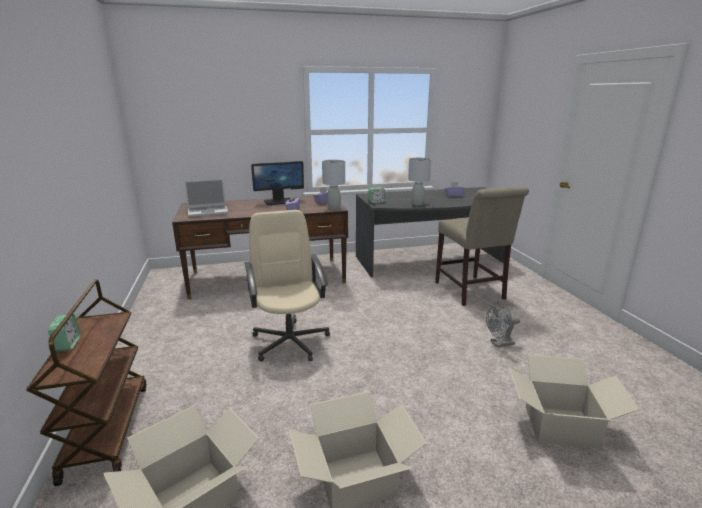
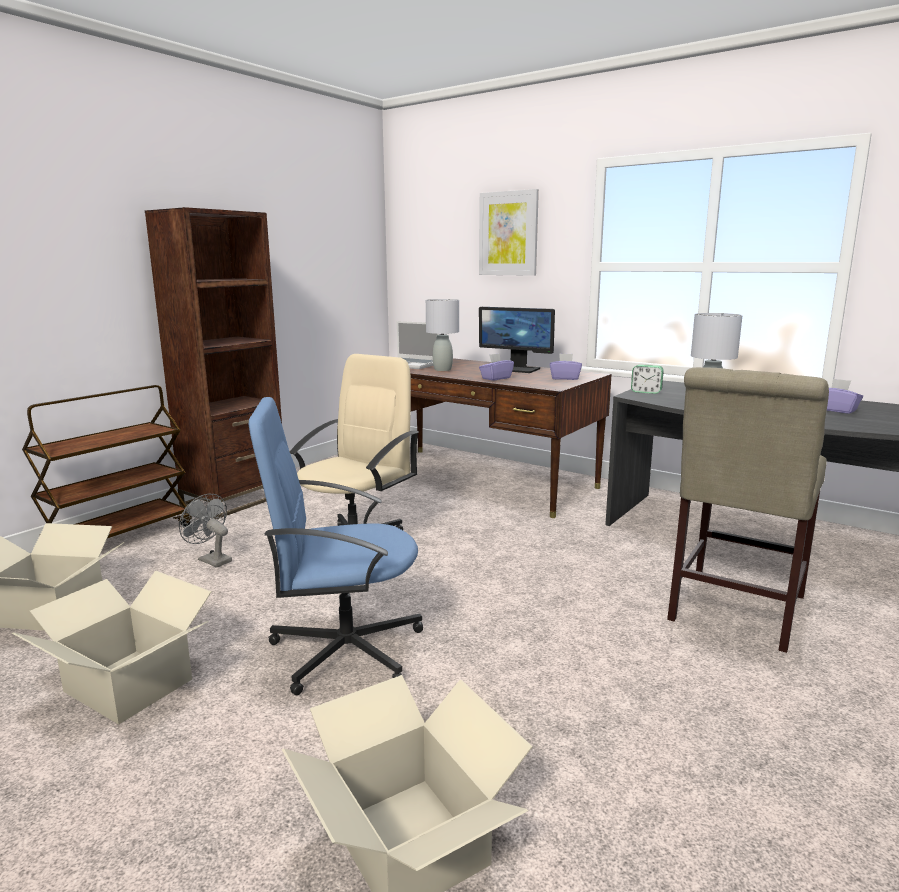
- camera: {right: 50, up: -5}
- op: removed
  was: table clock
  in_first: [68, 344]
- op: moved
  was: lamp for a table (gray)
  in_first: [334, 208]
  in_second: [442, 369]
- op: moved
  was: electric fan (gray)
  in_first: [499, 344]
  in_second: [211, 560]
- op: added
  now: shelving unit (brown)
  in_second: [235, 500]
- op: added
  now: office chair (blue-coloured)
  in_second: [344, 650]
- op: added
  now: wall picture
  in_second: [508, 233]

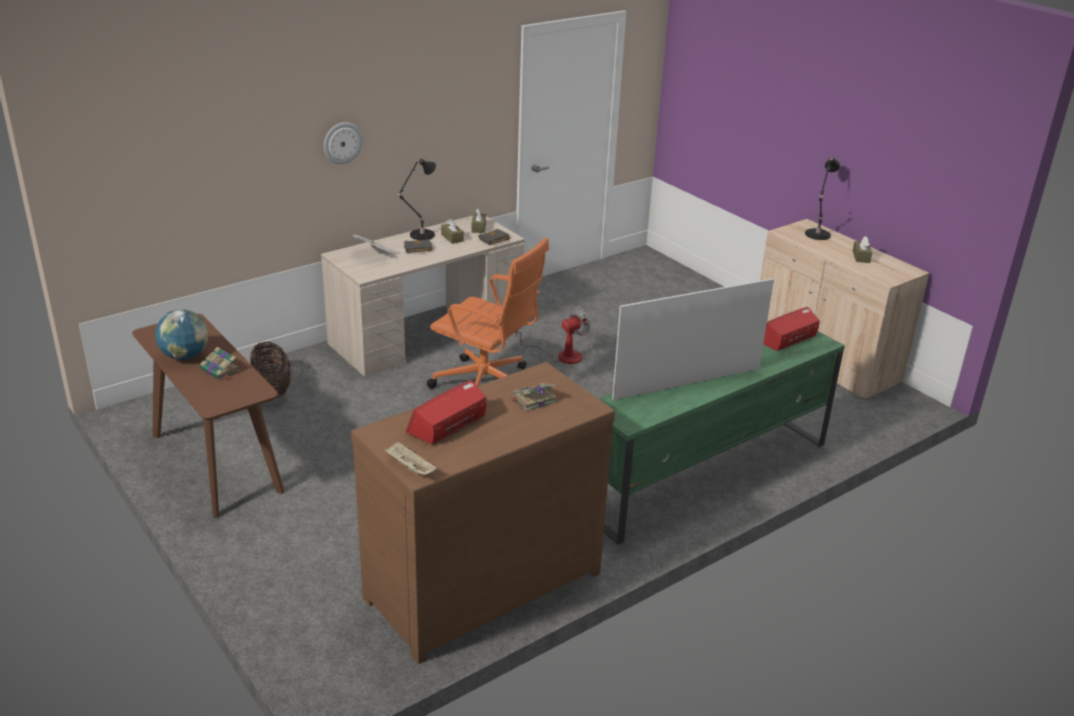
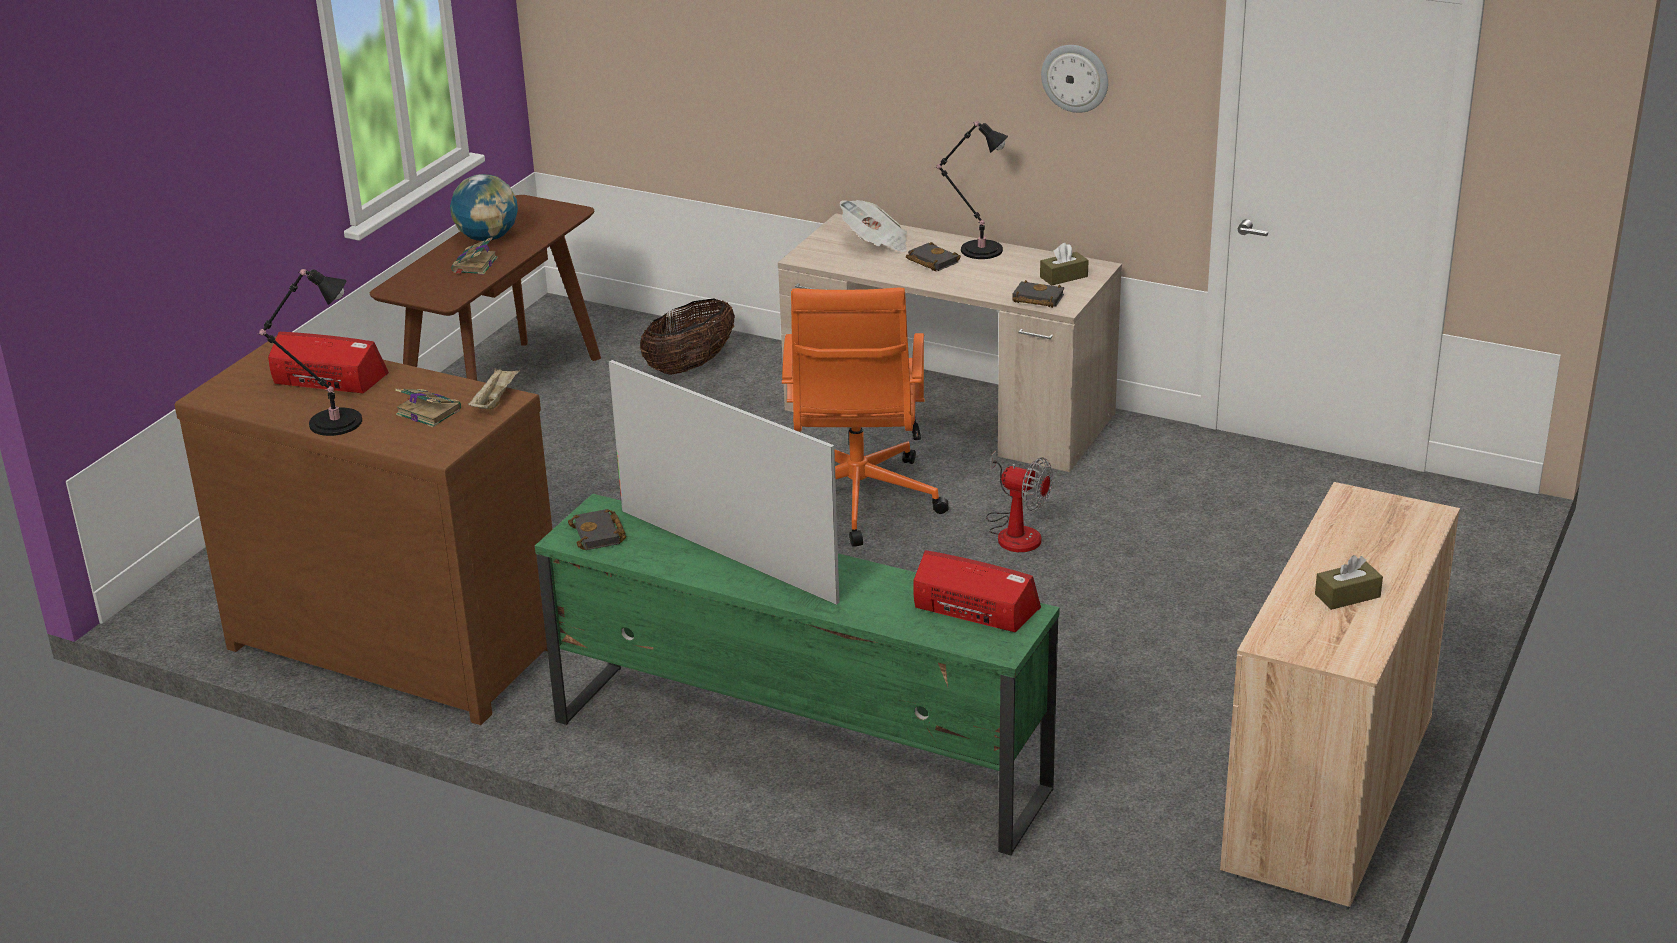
- camera: {right: 65, up: 0}
- op: moved
  was: wall clock
  in_first: [342, 142]
  in_second: [1075, 78]
- op: moved
  was: tray (beige)
  in_first: [409, 467]
  in_second: [495, 400]
- op: removed
  was: tissue box (brown)
  in_first: [452, 238]
- op: moved
  was: lamp for a table (black)
  in_first: [817, 235]
  in_second: [331, 422]
- op: added
  now: book (black)
  in_second: [600, 535]

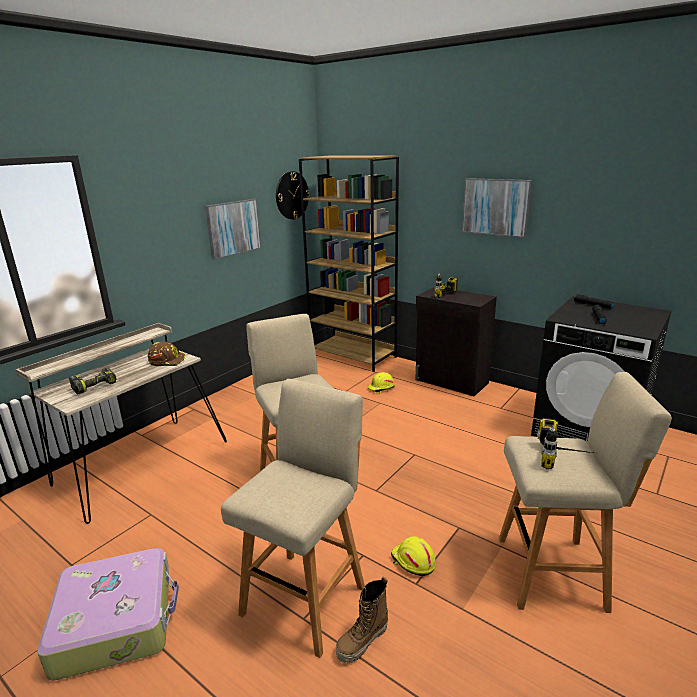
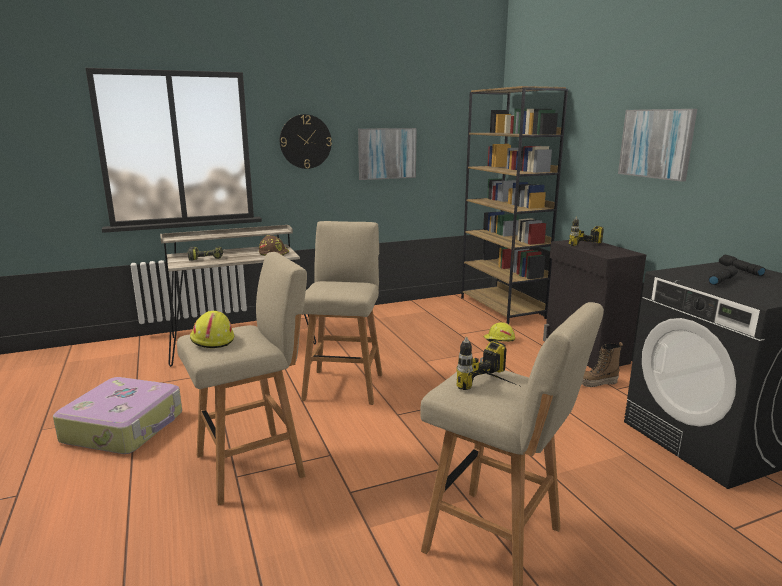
- camera: {right: 30, up: -5}
- op: moved
  was: wall clock
  in_first: [292, 195]
  in_second: [305, 141]
- op: moved
  was: boot
  in_first: [363, 641]
  in_second: [597, 383]
- op: moved
  was: safety helmet (yellow-coloured)
  in_first: [412, 562]
  in_second: [212, 340]

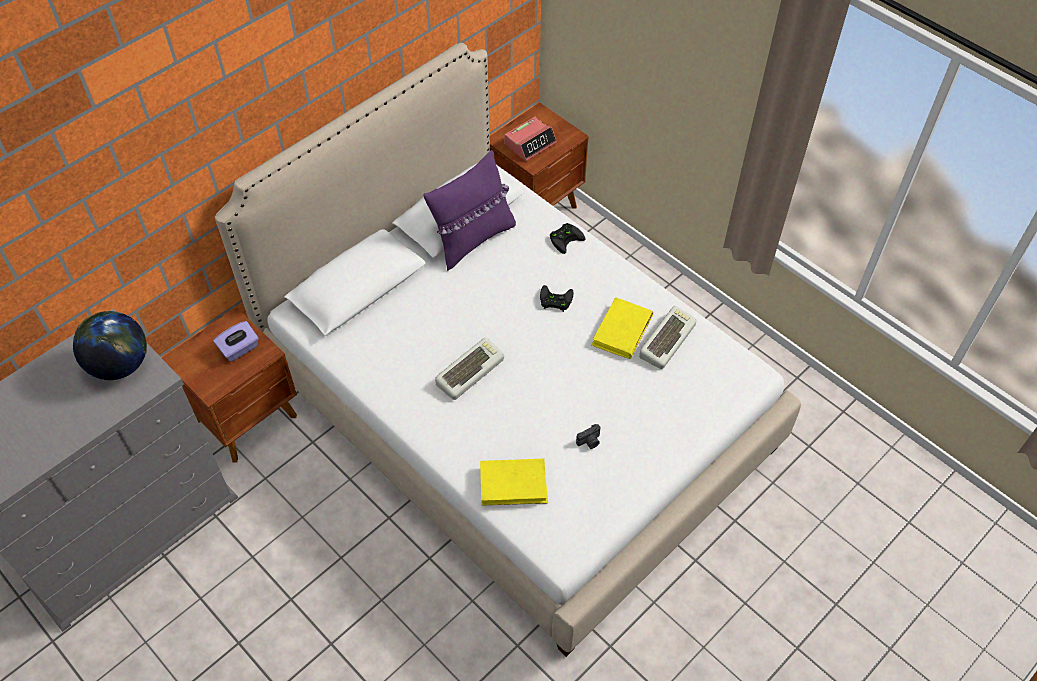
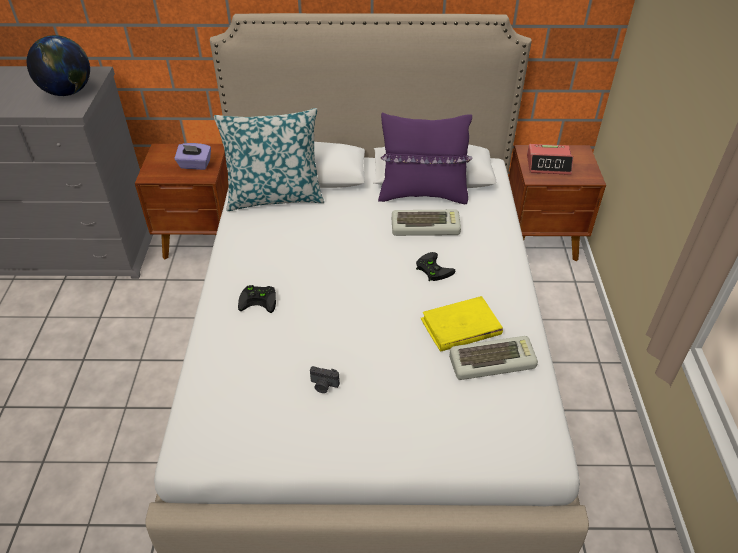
- camera: {right: 45, up: -10}
- op: moved
  was: PC keyboard
  in_first: [469, 370]
  in_second: [426, 226]
- op: removed
  was: book (yellow-coloured)
  in_first: [513, 483]
- op: moved
  was: gamepad (black)
  in_first: [566, 238]
  in_second: [260, 300]
- op: added
  now: cushion
  in_second: [275, 197]

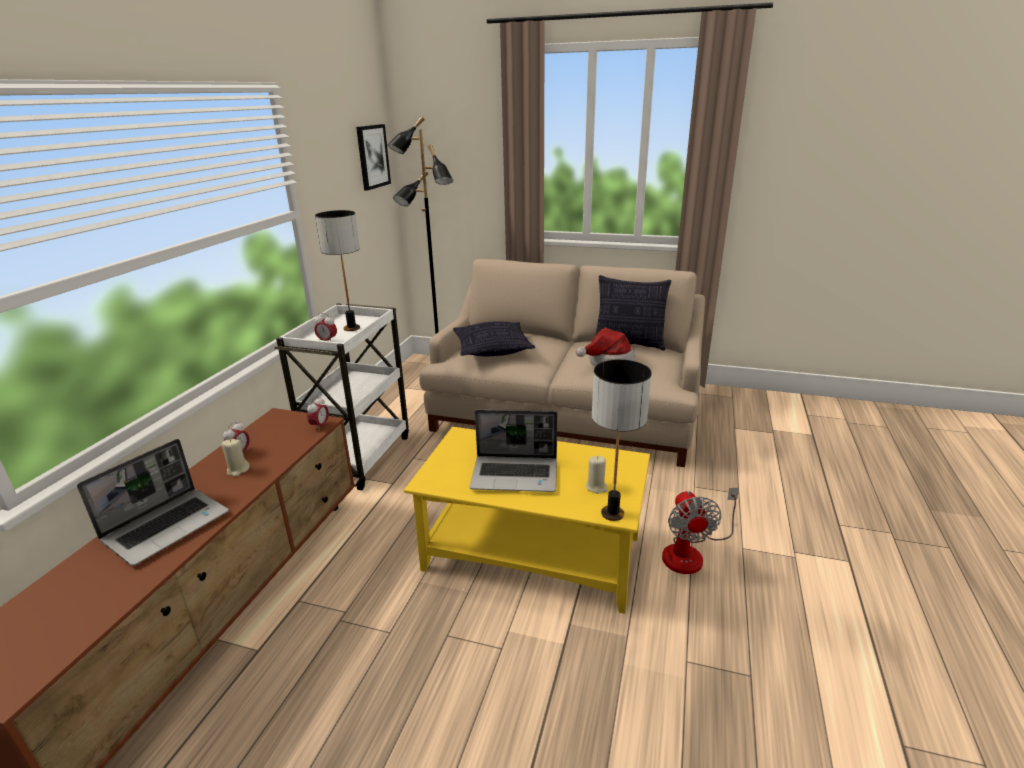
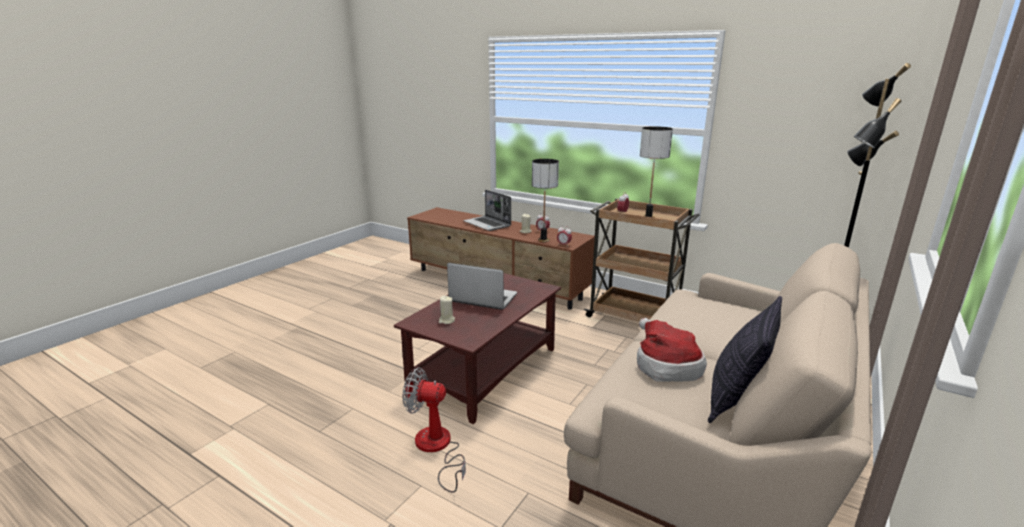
- camera: {right: 105, up: -5}
- op: recoloured
  was: wheeled cart (white)
  now: wheeled cart (brown)
  in_first: [360, 456]
  in_second: [634, 317]
- op: removed
  was: wall picture
  in_first: [372, 156]
- op: recoloured
  was: lounge table (yellow-coloured)
  now: lounge table (brown)
  in_first: [534, 553]
  in_second: [485, 371]
- op: removed
  was: cushion
  in_first: [492, 350]
- op: turned
  was: notebook computer
  in_first: [516, 475]
  in_second: [482, 298]
  clockwise: 90
- op: moved
  was: lamp for a table
  in_first: [612, 514]
  in_second: [543, 240]

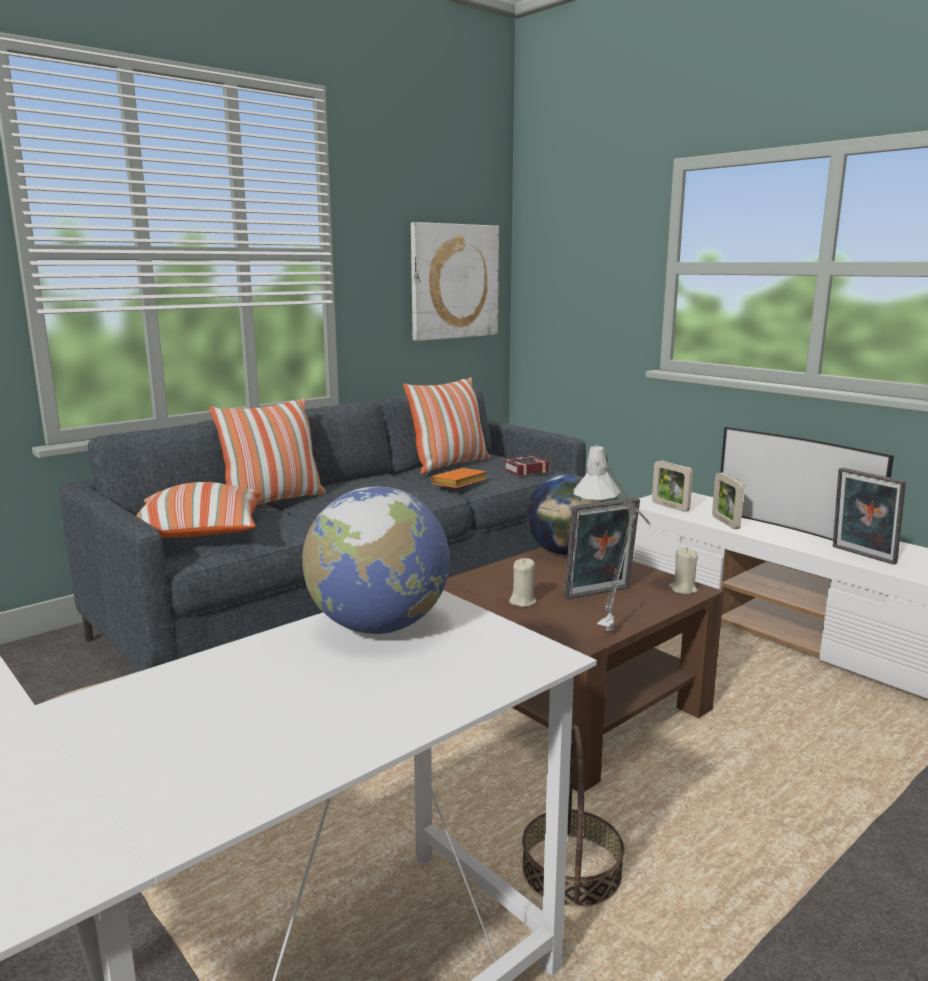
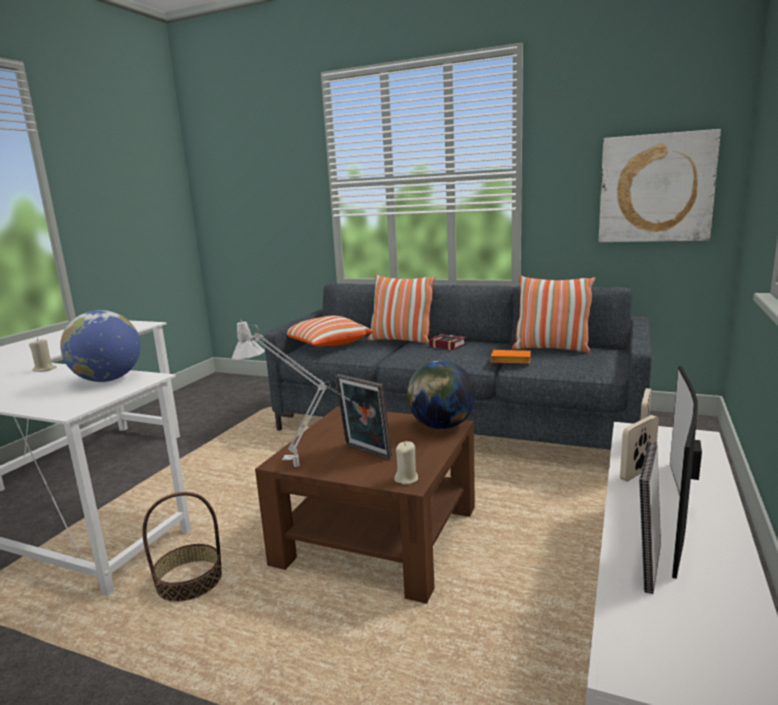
- camera: {right: 65, up: 0}
- op: moved
  was: book
  in_first: [523, 470]
  in_second: [446, 345]
- op: moved
  was: candle (beige)
  in_first: [522, 602]
  in_second: [44, 369]

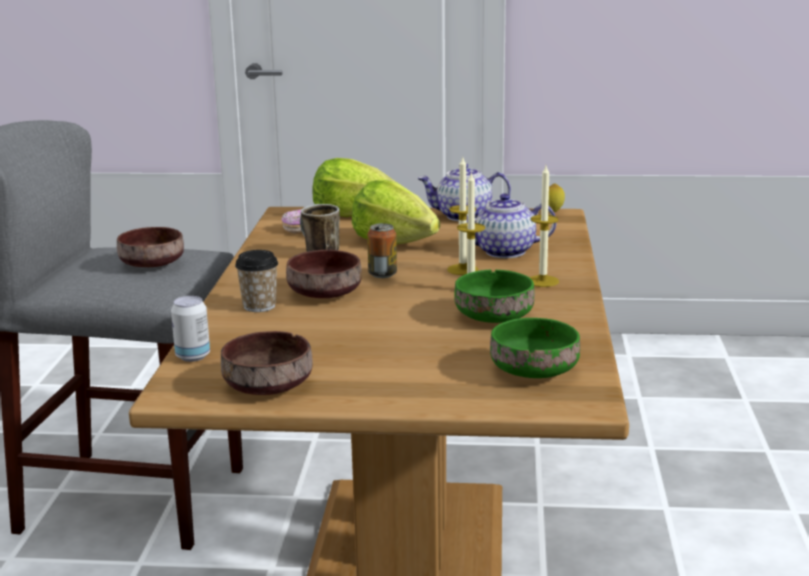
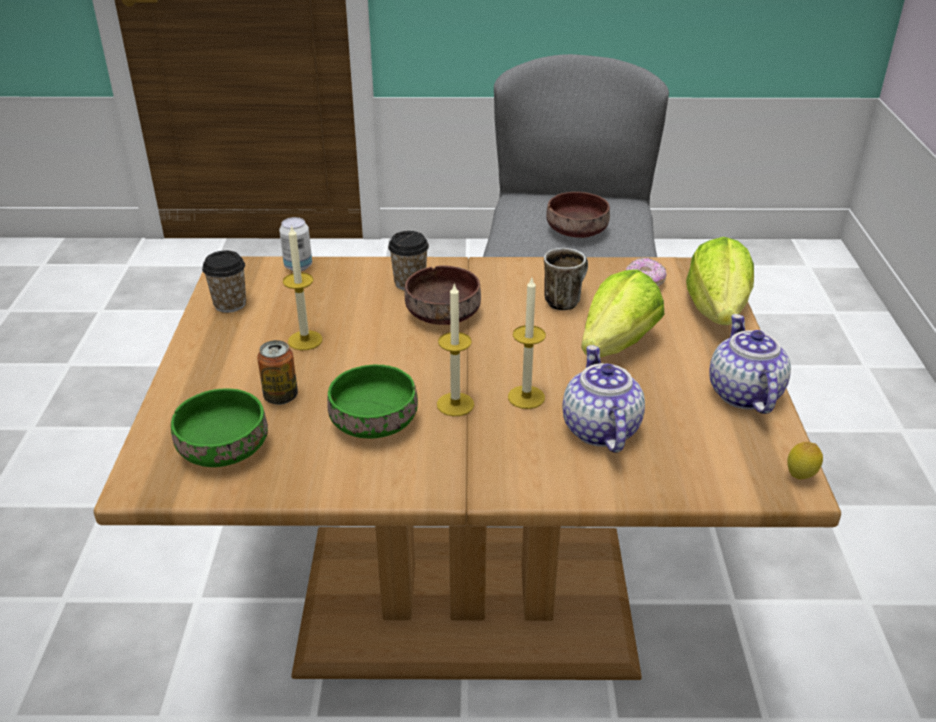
- camera: {right: 85, up: 15}
- op: replaced
  was: deep dish (brown)
  now: drinking cup
  in_first: [265, 386]
  in_second: [230, 304]
- op: moved
  was: can
  in_first: [382, 274]
  in_second: [281, 397]
- op: moved
  was: candle
  in_first: [542, 281]
  in_second: [305, 340]

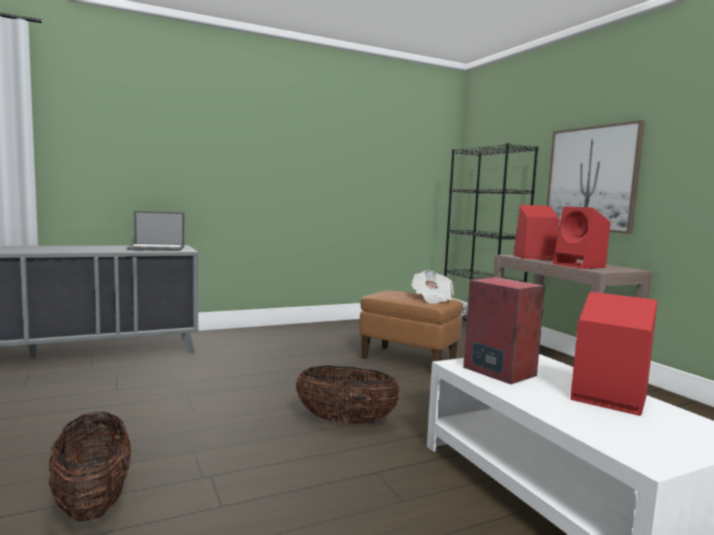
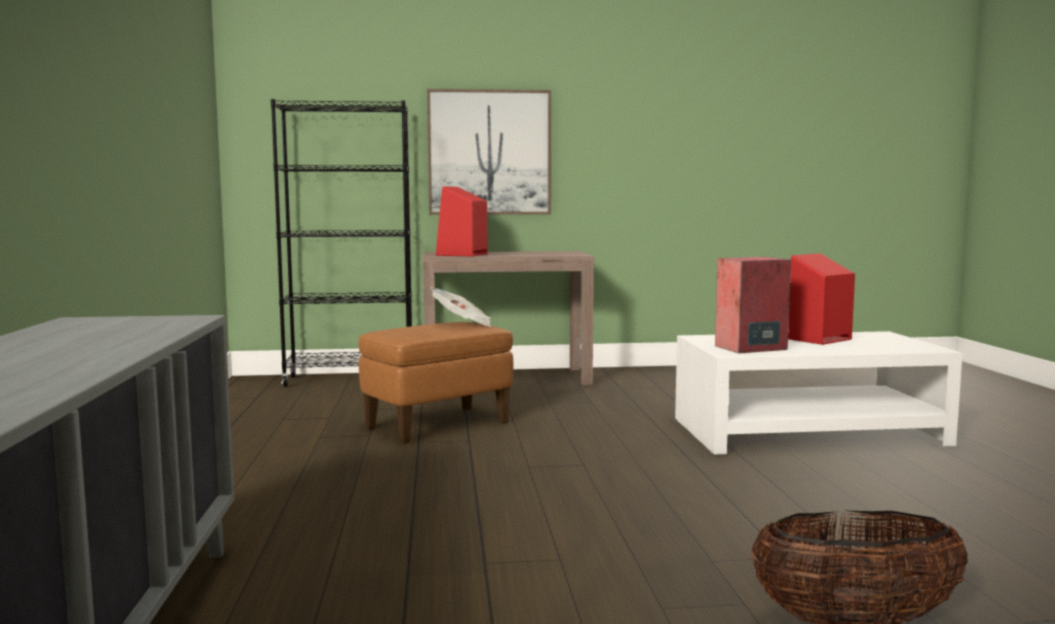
- camera: {right: -70, up: 0}
- op: removed
  was: notebook computer
  in_first: [157, 248]
- op: removed
  was: basket
  in_first: [346, 421]
- op: removed
  was: loudspeaker (reddish)
  in_first: [580, 266]

